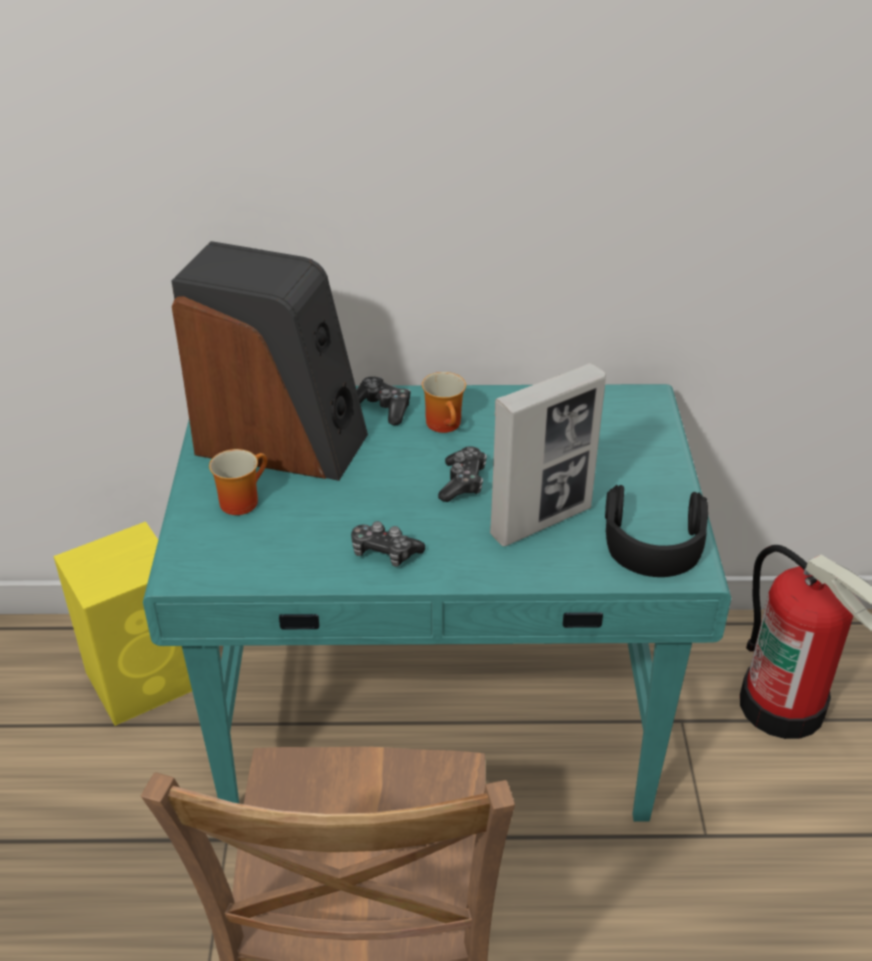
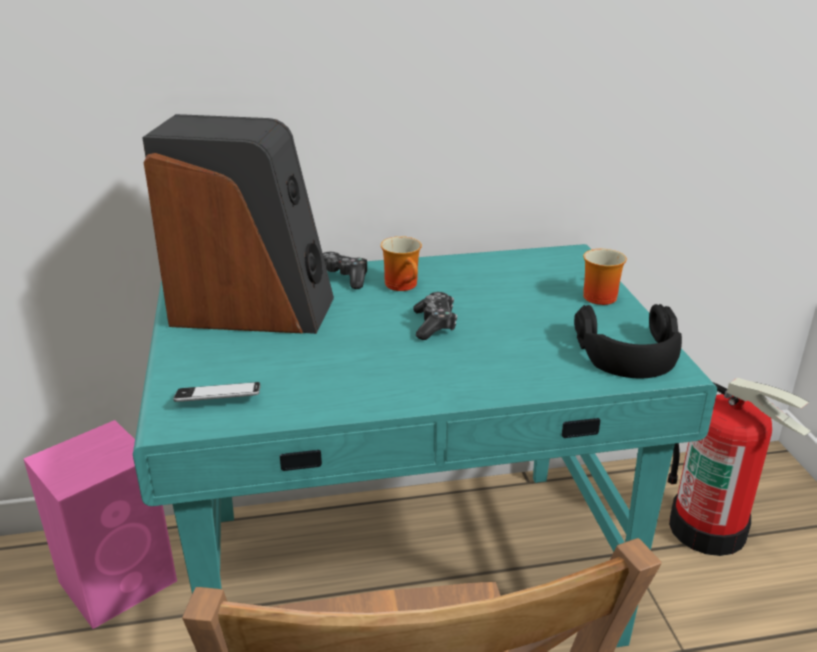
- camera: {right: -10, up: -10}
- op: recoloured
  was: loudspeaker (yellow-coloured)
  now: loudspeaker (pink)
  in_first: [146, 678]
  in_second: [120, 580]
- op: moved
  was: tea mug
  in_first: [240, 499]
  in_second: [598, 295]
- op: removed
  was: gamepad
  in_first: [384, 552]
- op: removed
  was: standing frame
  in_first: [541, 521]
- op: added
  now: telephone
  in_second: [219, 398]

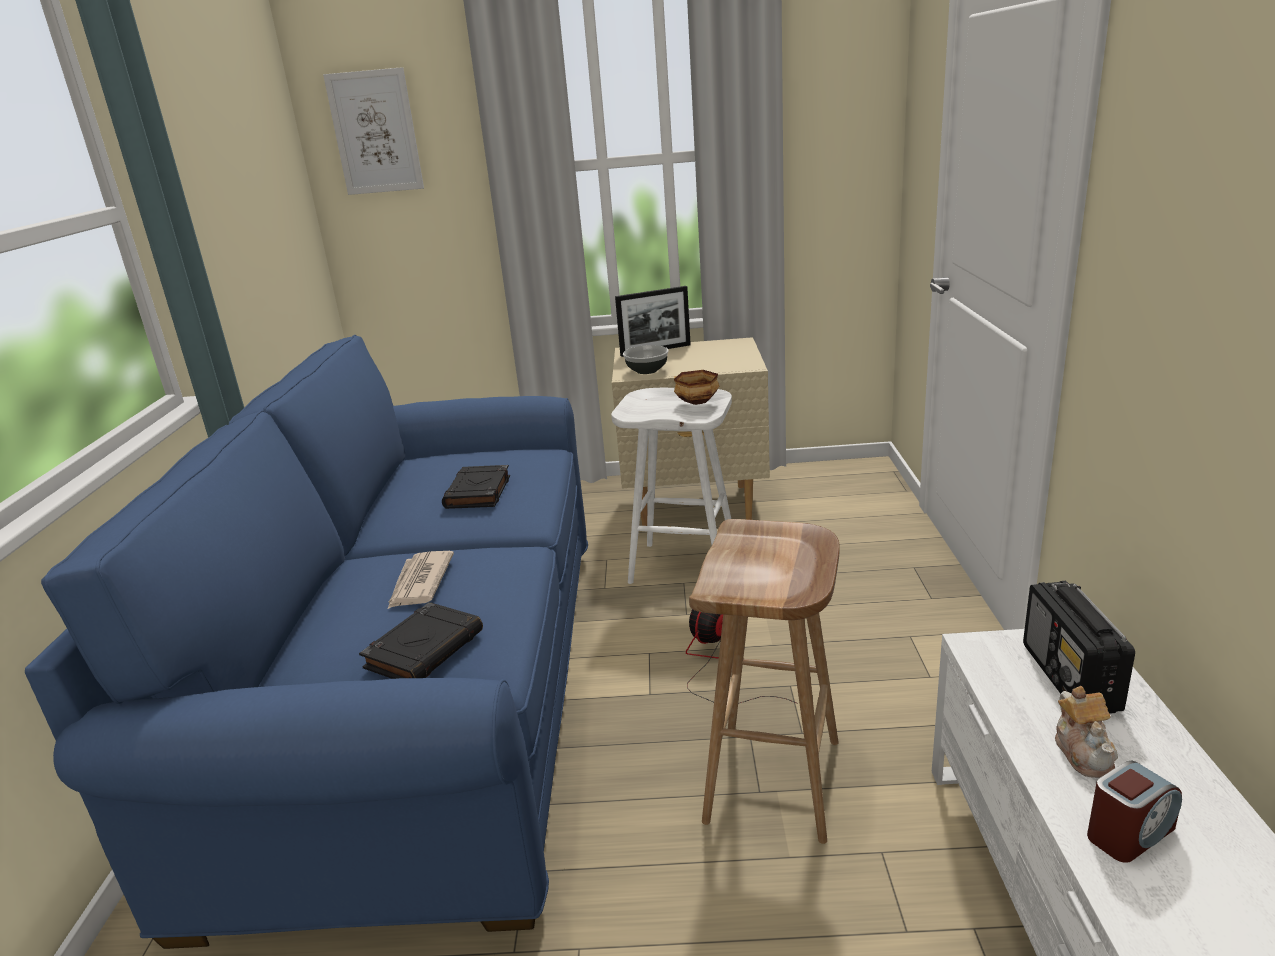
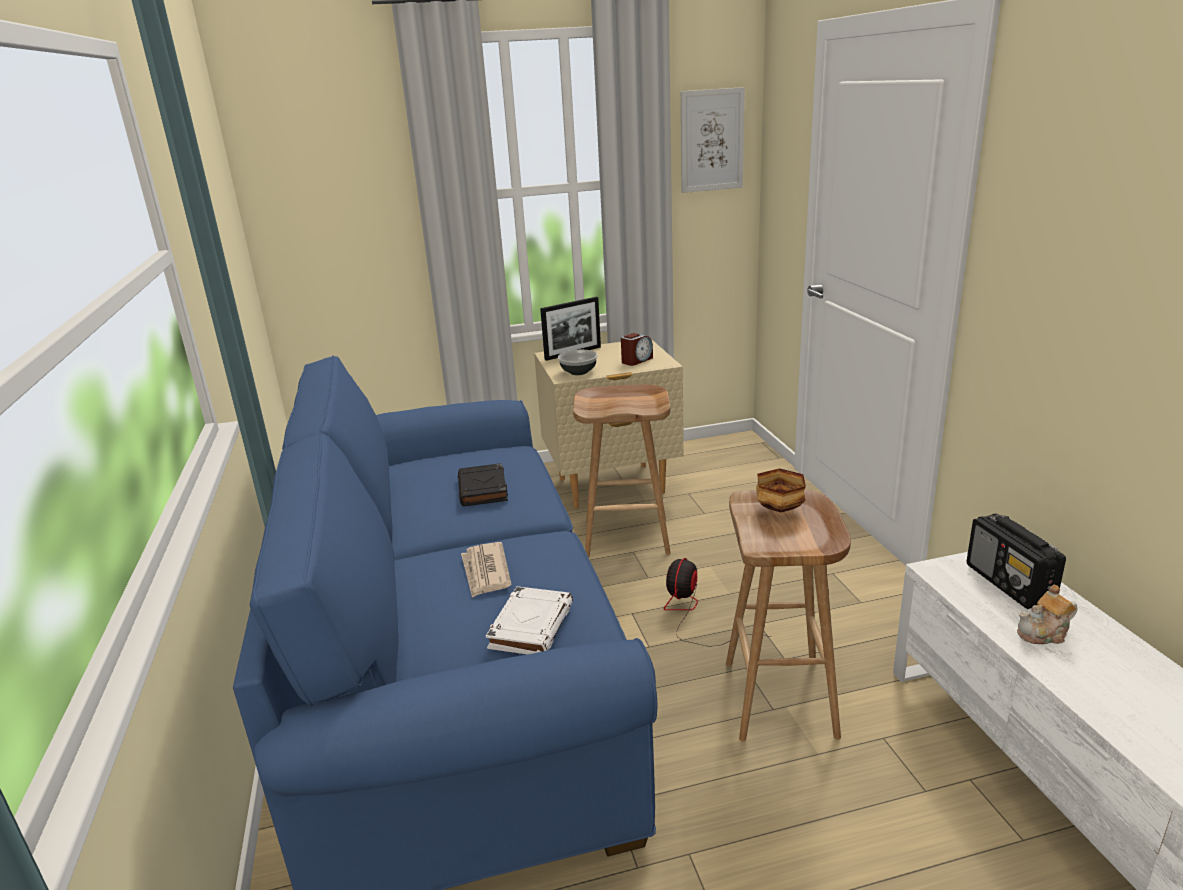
- camera: {right: -15, up: 0}
- op: moved
  was: wall picture
  in_first: [375, 132]
  in_second: [712, 140]
- op: recoloured
  was: book (black)
  now: book (white)
  in_first: [425, 649]
  in_second: [531, 626]
- op: recoloured
  was: sitting stool (white)
  now: sitting stool (brown)
  in_first: [685, 565]
  in_second: [628, 537]
- op: moved
  was: deep dish
  in_first: [698, 402]
  in_second: [781, 508]
- op: turned
  was: tea pot
  in_first: [1084, 752]
  in_second: [1044, 634]
  clockwise: 90
- op: moved
  was: table clock
  in_first: [1129, 833]
  in_second: [636, 360]

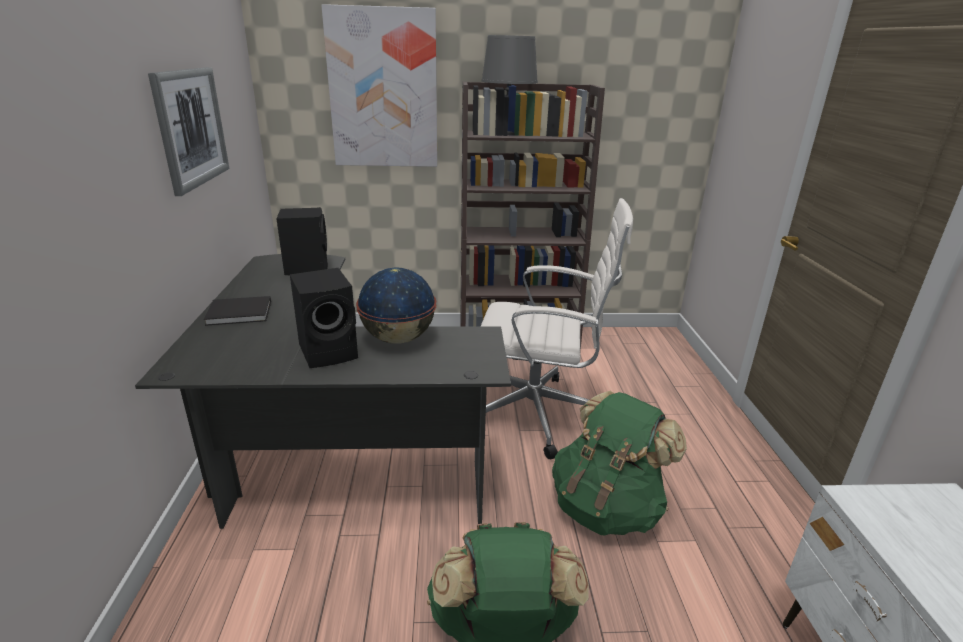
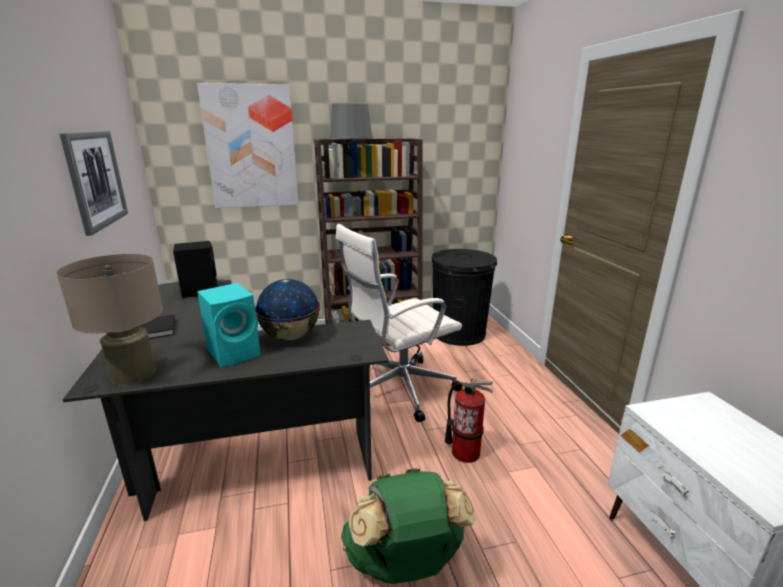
- camera: {right: -10, up: -5}
- op: recoloured
  was: loudspeaker (black)
  now: loudspeaker (blue-green)
  in_first: [330, 351]
  in_second: [236, 352]
- op: turned
  was: office chair (white)
  in_first: [538, 414]
  in_second: [399, 389]
  clockwise: 150
- op: replaced
  was: rucksack (green)
  now: extinguisher
  in_first: [606, 507]
  in_second: [465, 452]
- op: added
  now: lamp for a table (beige)
  in_second: [133, 373]
- op: added
  now: trash can (black)
  in_second: [459, 333]

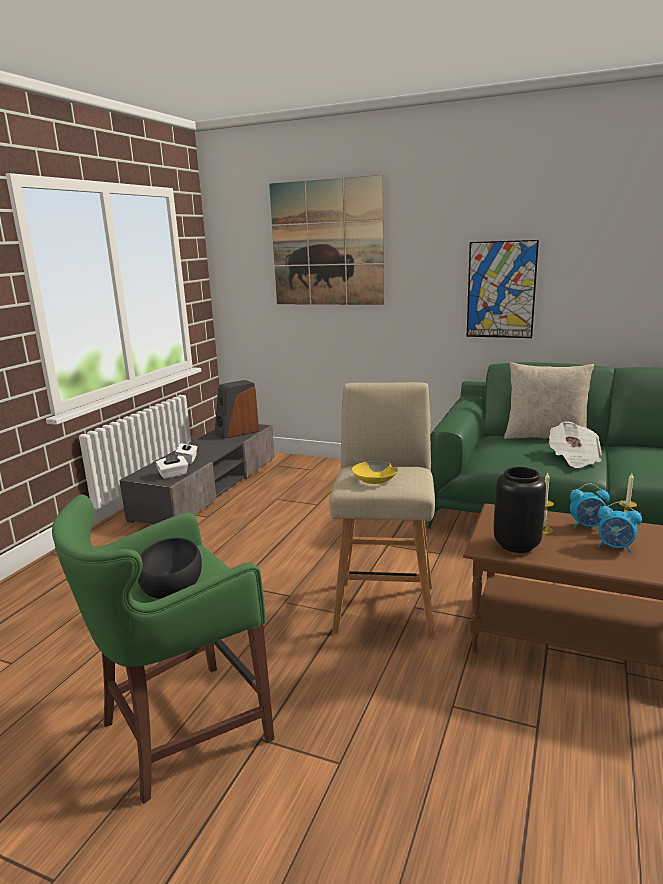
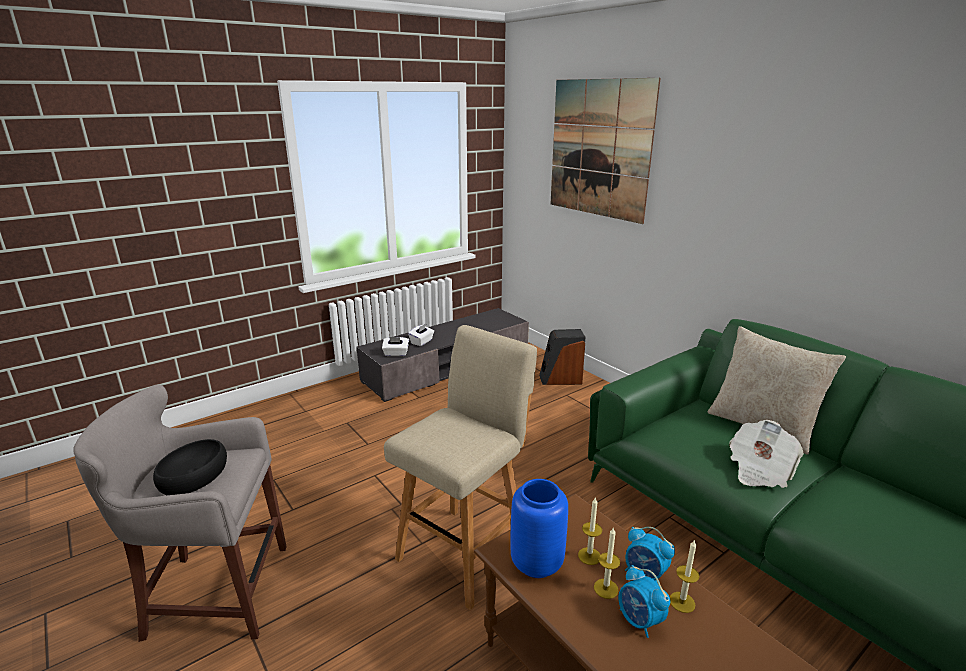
- camera: {right: 30, up: 5}
- op: recoloured
  was: sitting stool (green)
  now: sitting stool (gray)
  in_first: [180, 731]
  in_second: [213, 592]
- op: moved
  was: loudspeaker
  in_first: [237, 432]
  in_second: [560, 379]
- op: removed
  was: deep dish (yellow-coloured)
  in_first: [374, 479]
- op: removed
  was: wall picture
  in_first: [501, 290]
- op: recoloured
  was: flower vase (black)
  now: flower vase (blue-coloured)
  in_first: [517, 545]
  in_second: [536, 564]
- op: added
  now: candle
  in_second: [606, 588]

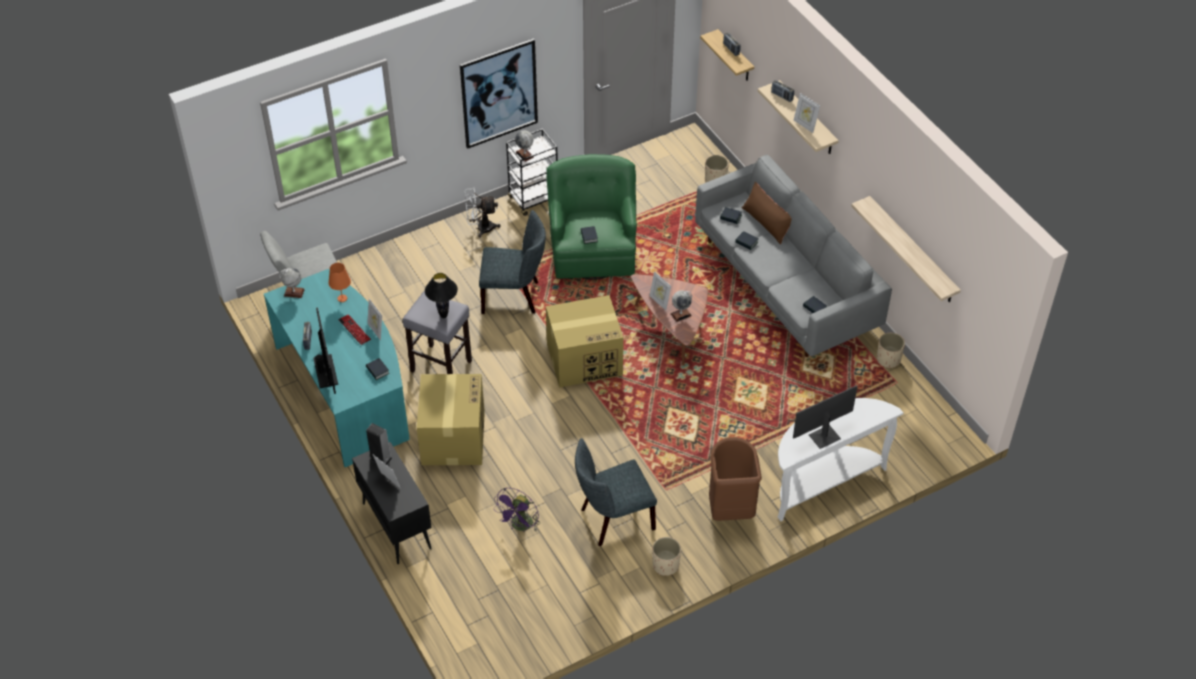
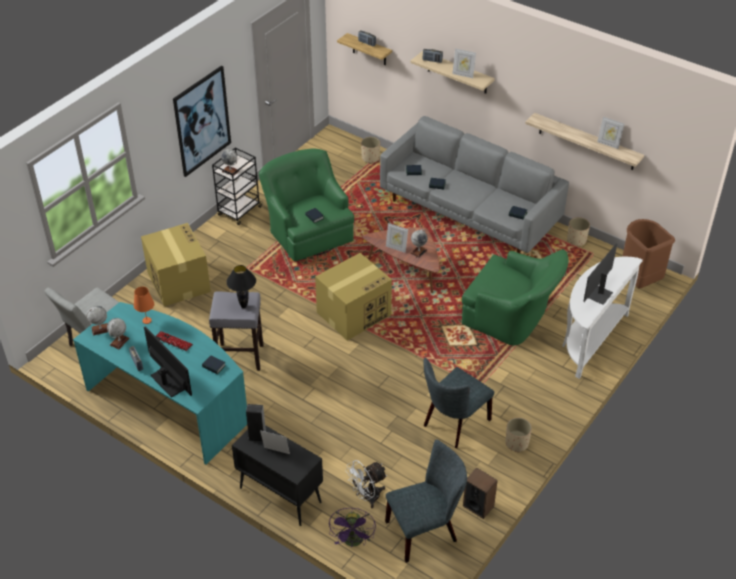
- camera: {right: -25, up: -5}
- op: moved
  was: standing frame
  in_first: [376, 330]
  in_second: [608, 144]
- op: moved
  was: cardboard box
  in_first: [453, 437]
  in_second: [178, 281]
- op: moved
  was: electric fan (white)
  in_first: [480, 228]
  in_second: [367, 497]
- op: moved
  was: upright chair (gray)
  in_first: [514, 296]
  in_second: [425, 530]
- op: moved
  was: electric fan (purple-coloured)
  in_first: [520, 526]
  in_second: [353, 542]
- op: moved
  was: trash can (brown)
  in_first: [729, 509]
  in_second: [638, 281]
- op: removed
  was: cushion (brown)
  in_first: [766, 223]
- op: added
  now: desk globe
  in_second: [119, 342]
- op: added
  now: armchair (green)
  in_second: [512, 318]
- op: added
  now: loudspeaker
  in_second: [478, 506]

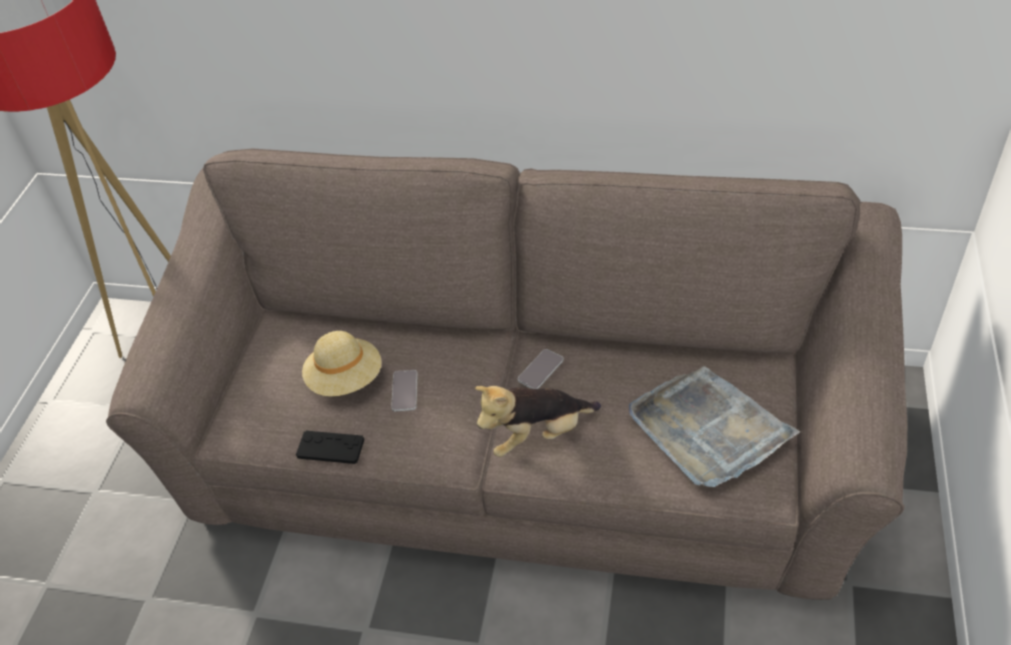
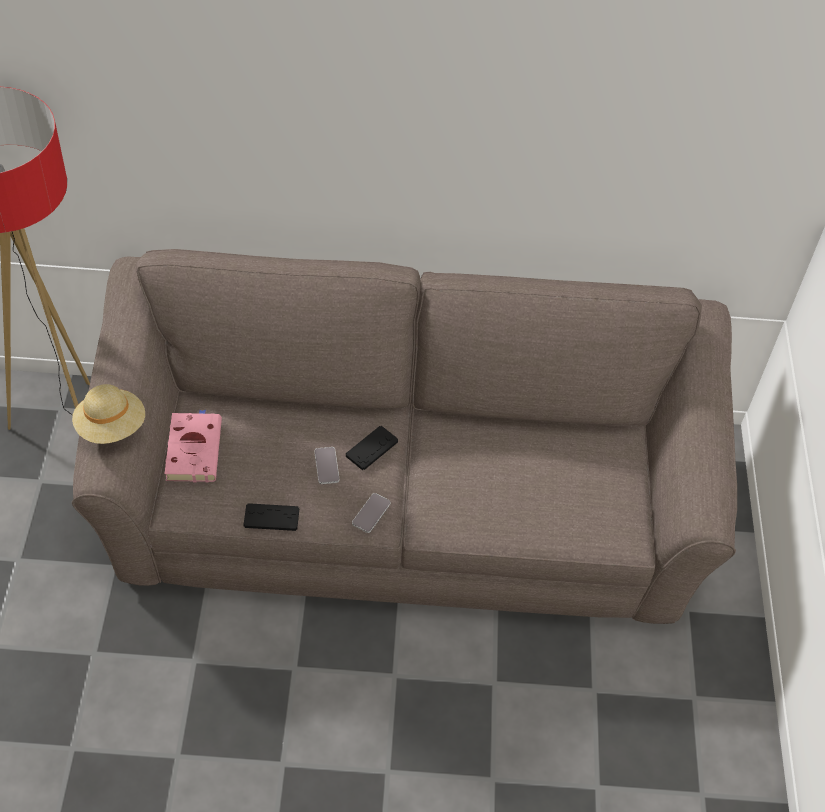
- camera: {right: -15, up: 5}
- op: moved
  was: wearable hat (beige)
  in_first: [345, 379]
  in_second: [111, 427]
- op: removed
  was: soft toy
  in_first: [537, 435]
- op: moved
  was: telephone
  in_first: [540, 370]
  in_second: [371, 513]
- op: removed
  was: tray (gray)
  in_first: [708, 430]
- op: added
  now: book (pink)
  in_second: [193, 448]
- op: added
  now: gamepad (black)
  in_second: [372, 448]

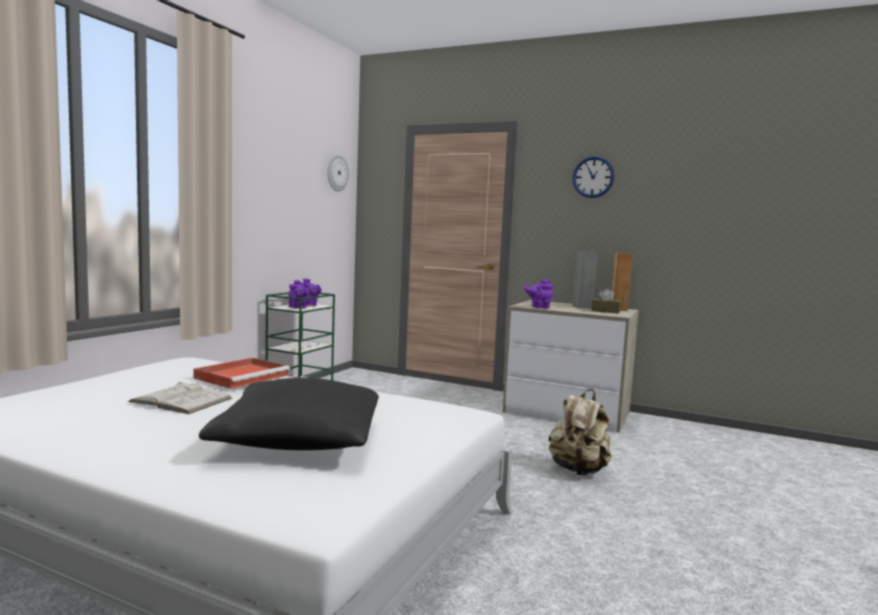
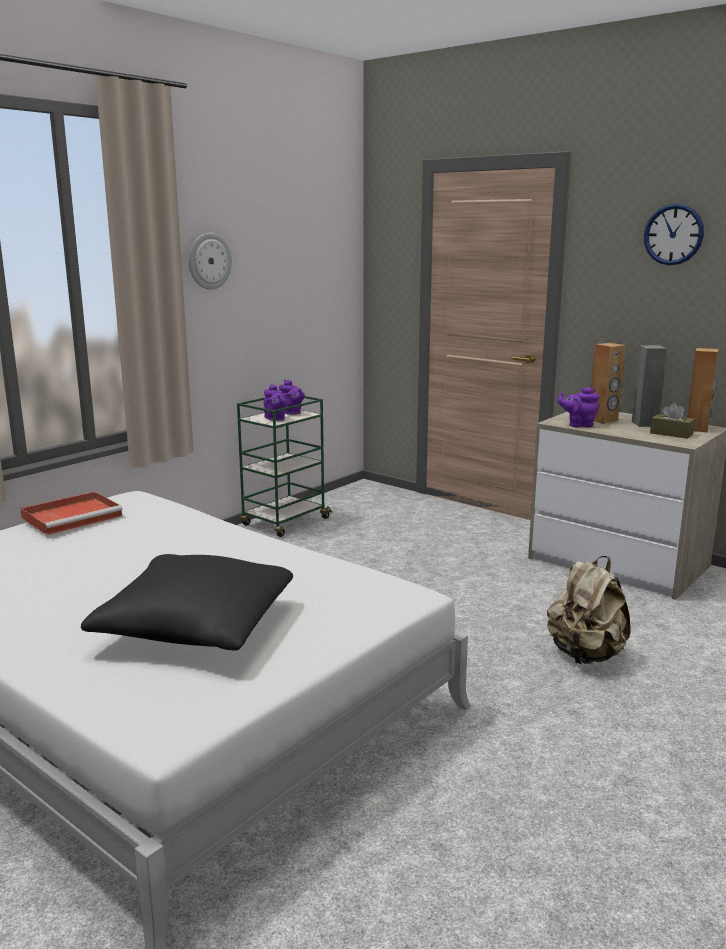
- camera: {right: 15, up: 10}
- op: removed
  was: book (white)
  in_first: [181, 400]
- op: moved
  was: tray (reddish)
  in_first: [243, 376]
  in_second: [73, 516]
- op: moved
  was: wall clock
  in_first: [337, 173]
  in_second: [209, 261]
- op: added
  now: loudspeaker (brown)
  in_second: [603, 420]

